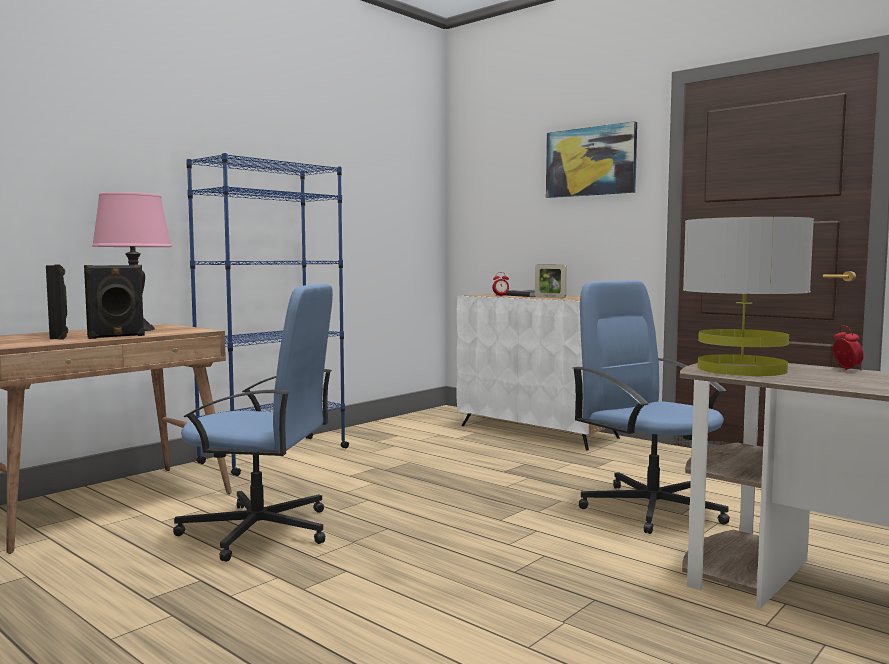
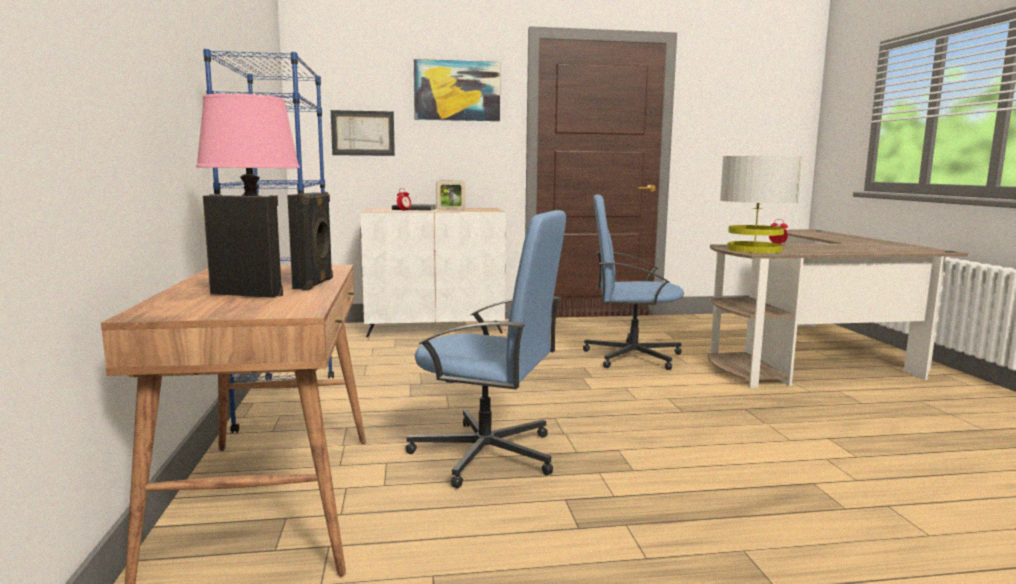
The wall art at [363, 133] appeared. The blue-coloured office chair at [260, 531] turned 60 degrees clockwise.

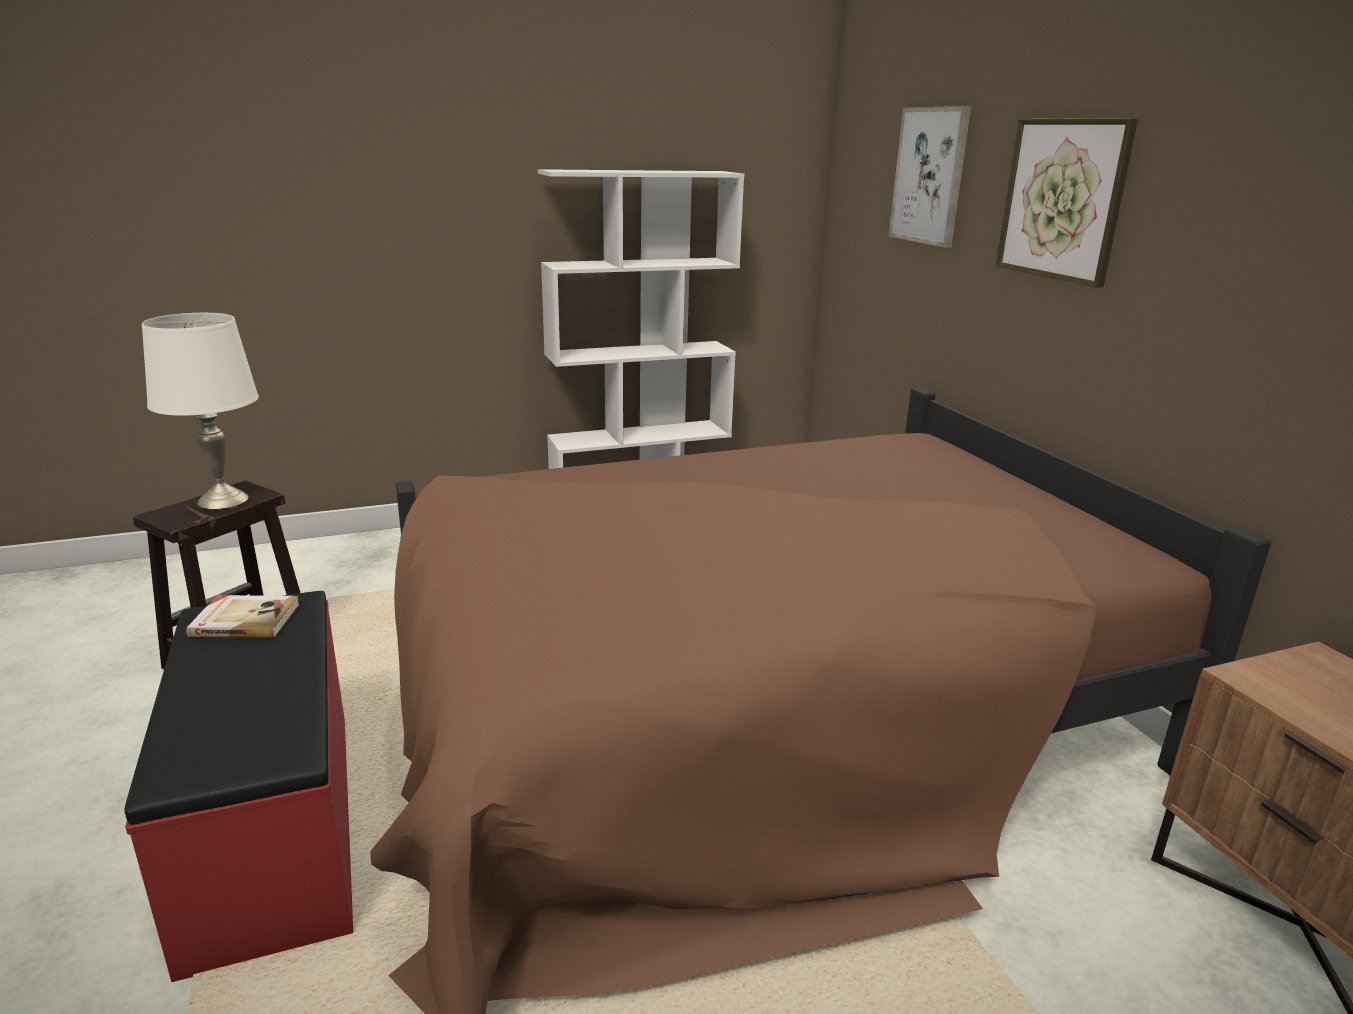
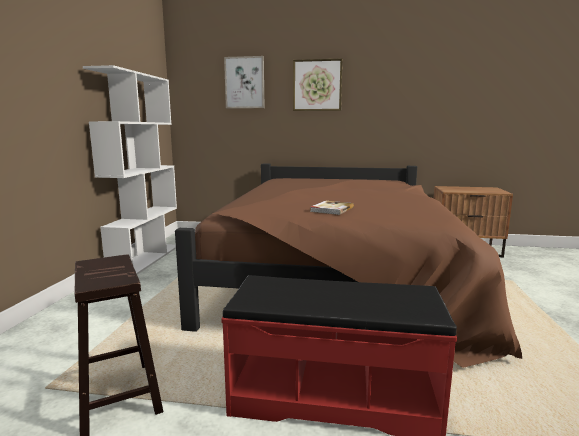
The book moved from [245, 619] to [331, 209]. The white tabletop lamp at [224, 500] disappeared.

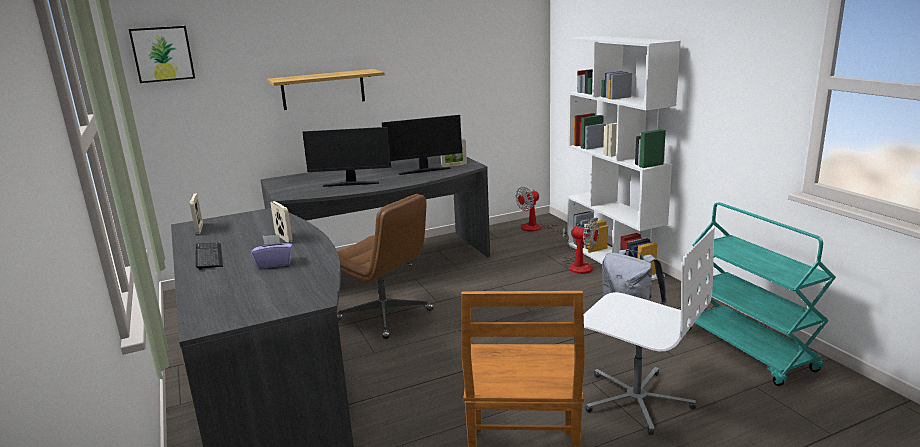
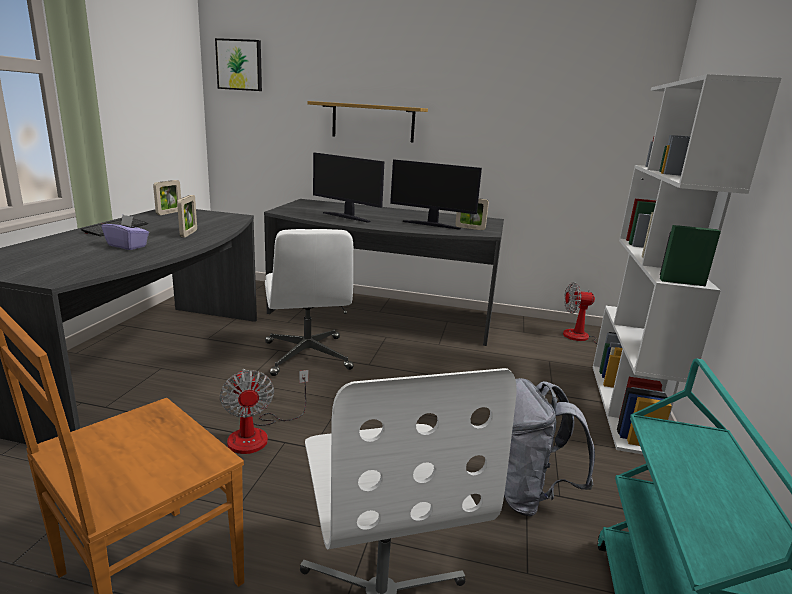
The cooling fan moved from [578, 265] to [259, 434]. The brown office chair at [385, 316] became the white office chair at [308, 356].

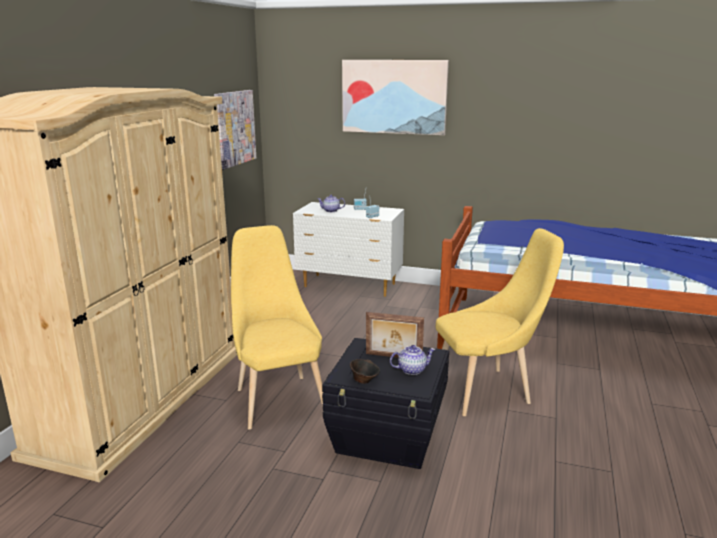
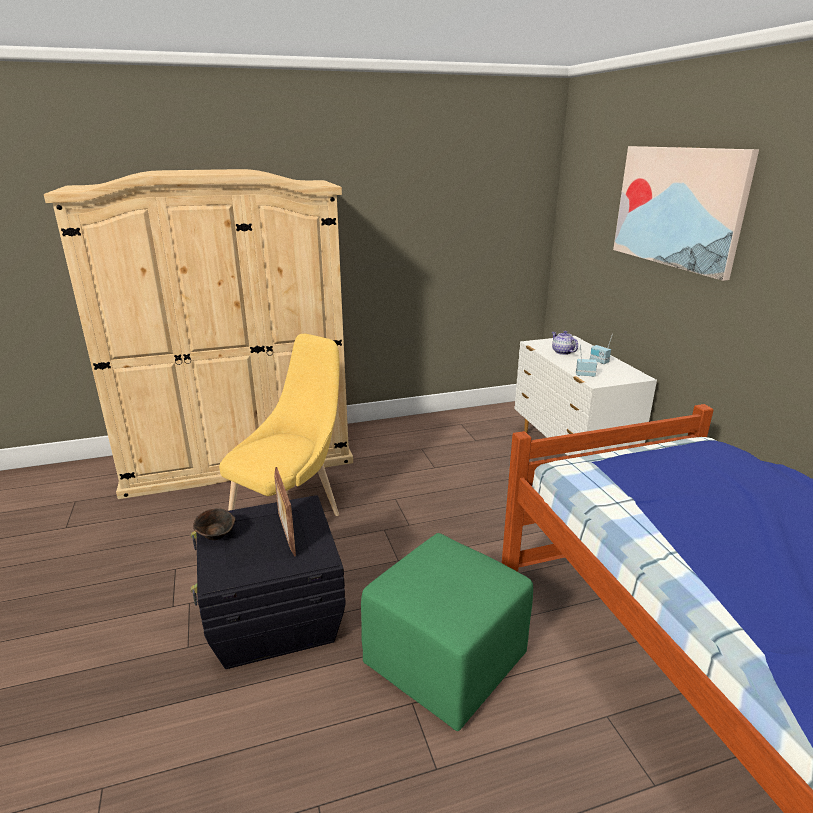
The yellow-coloured plain chair at [488, 390] was replaced by the greenish ottoman at [445, 663]. The wall art at [234, 128] disappeared. The tea pot at [412, 370] disappeared.

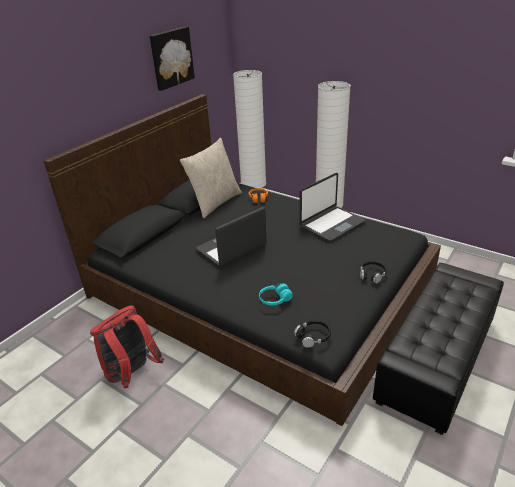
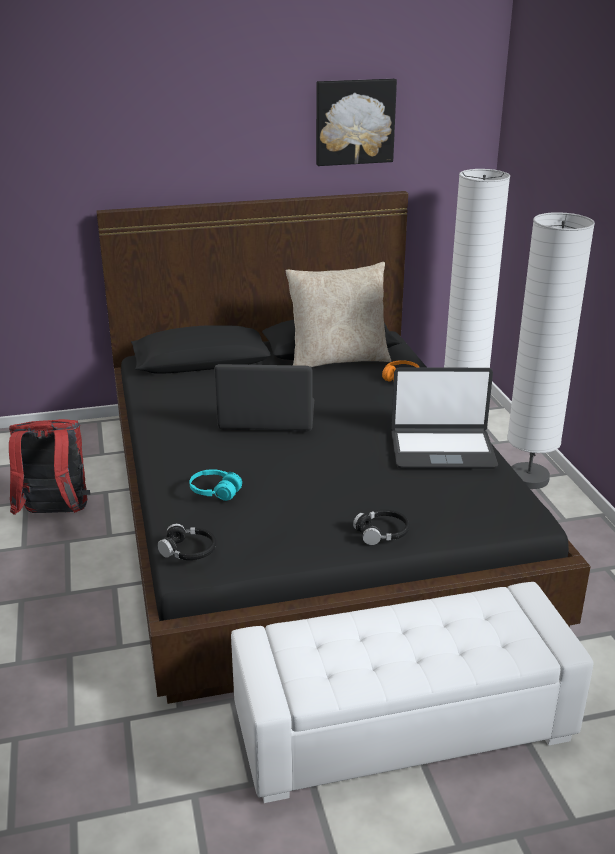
The black ottoman at [436, 359] became the white ottoman at [402, 725].

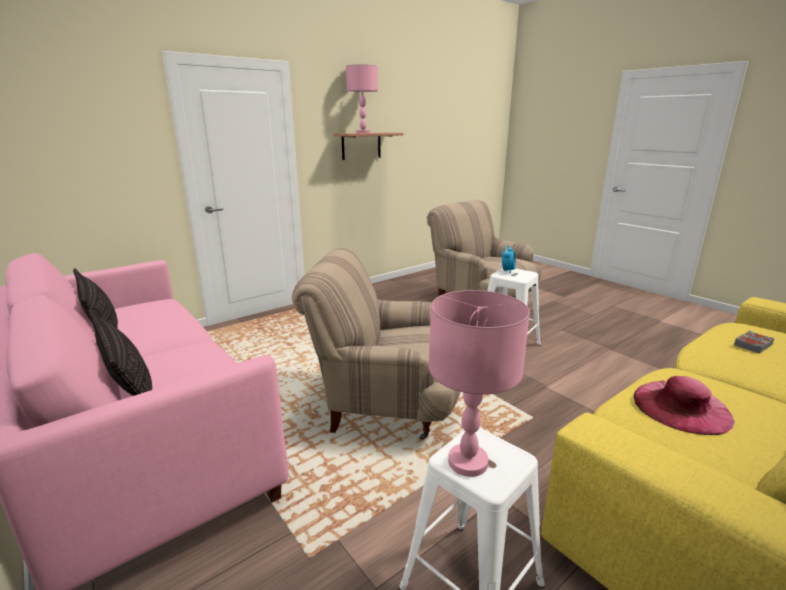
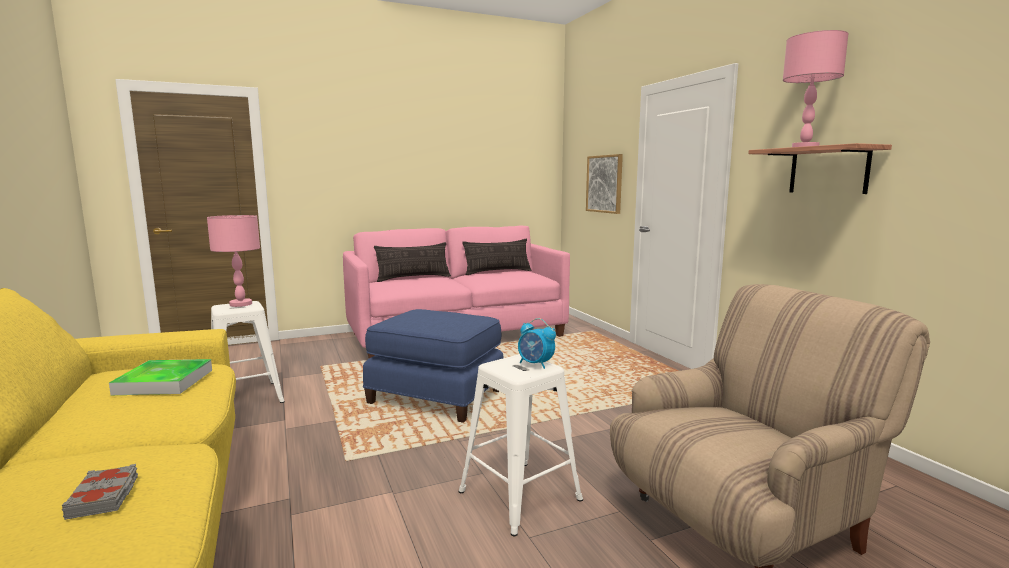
The pink-coloured wearable hat at [681, 406] was replaced by the carrying tray at [164, 382]. The beige lounge chair at [386, 405] was replaced by the blue-coloured ottoman at [437, 396]. The wall art at [604, 184] appeared.

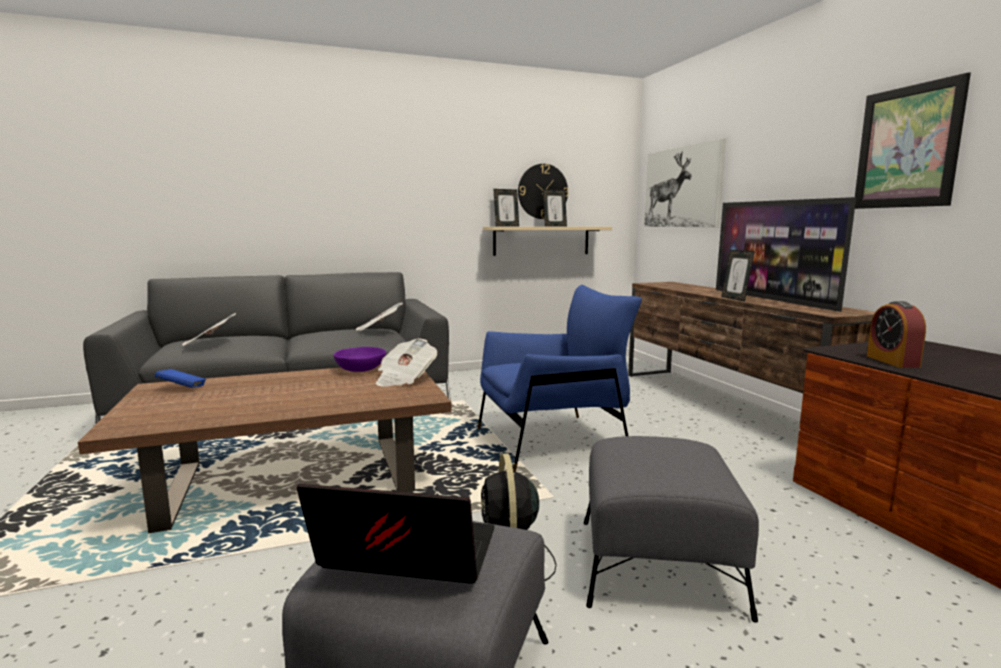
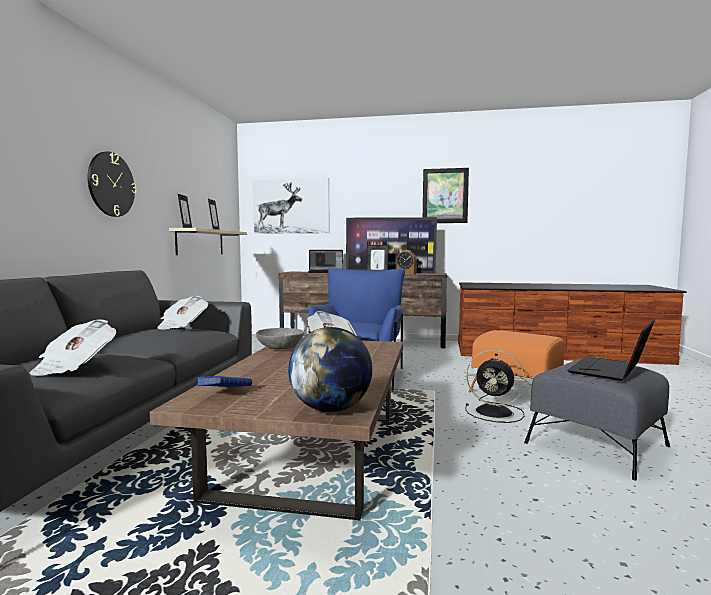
The clock on the wall moved from [542, 191] to [111, 184]. The purple-coloured deep dish at [361, 370] became the greyish deep dish at [280, 348]. The desk globe at [331, 409] appeared. The laptop at [326, 272] appeared. The alarm clock moved from [892, 361] to [406, 273]. The greyish ottoman at [657, 565] became the orange ottoman at [517, 390].

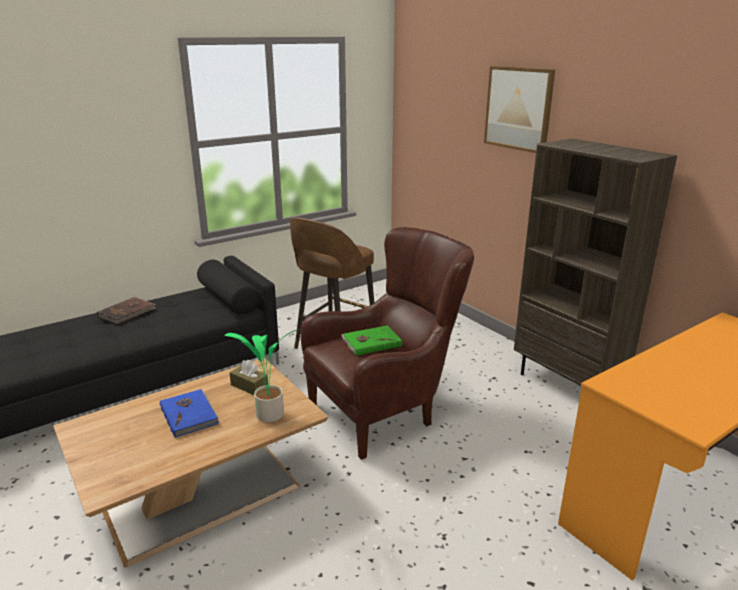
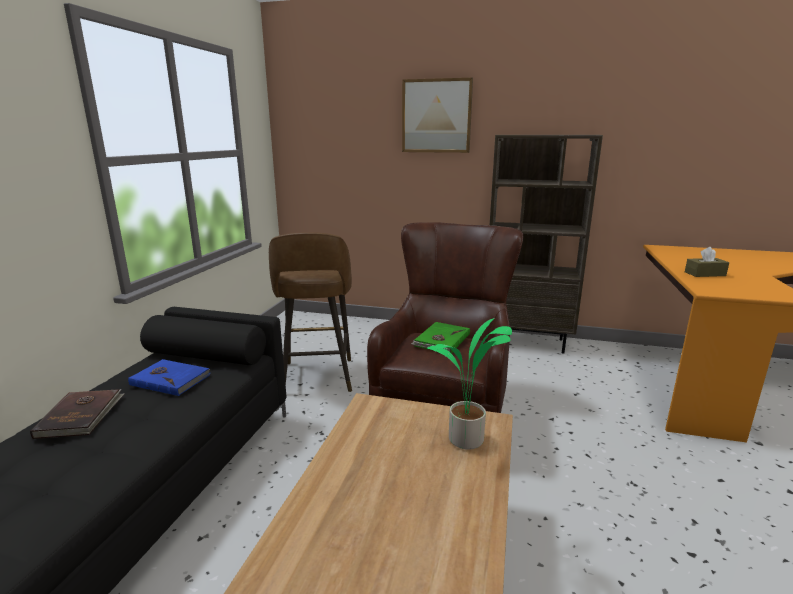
The blue-coloured book moved from [190, 414] to [171, 379]. The brown tissue holder moved from [249, 386] to [705, 274].

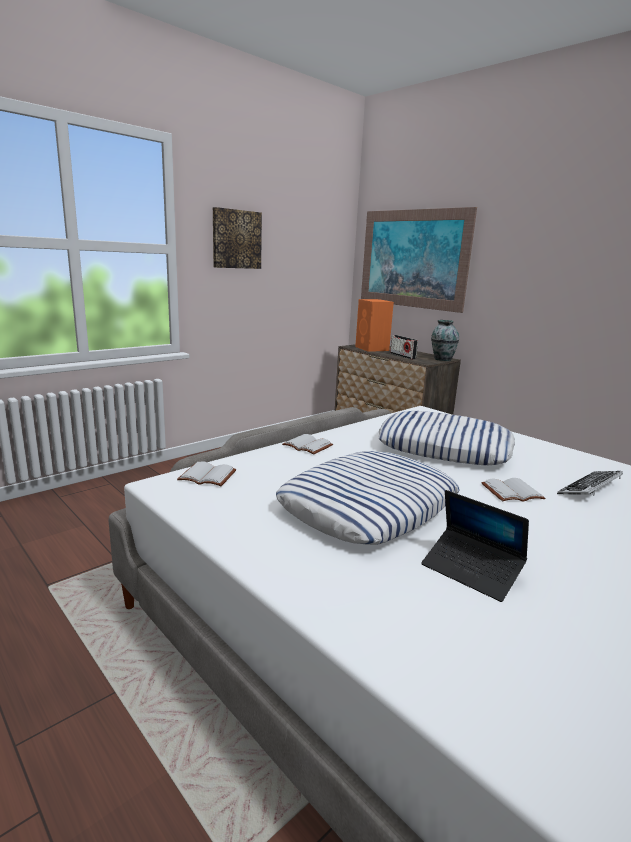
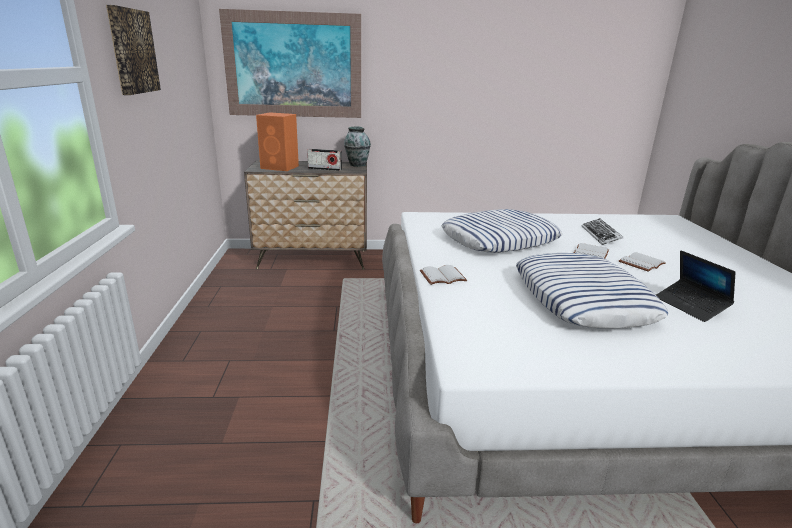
The white book moved from [208, 476] to [640, 263]. The laptop at [471, 571] turned 75 degrees clockwise.

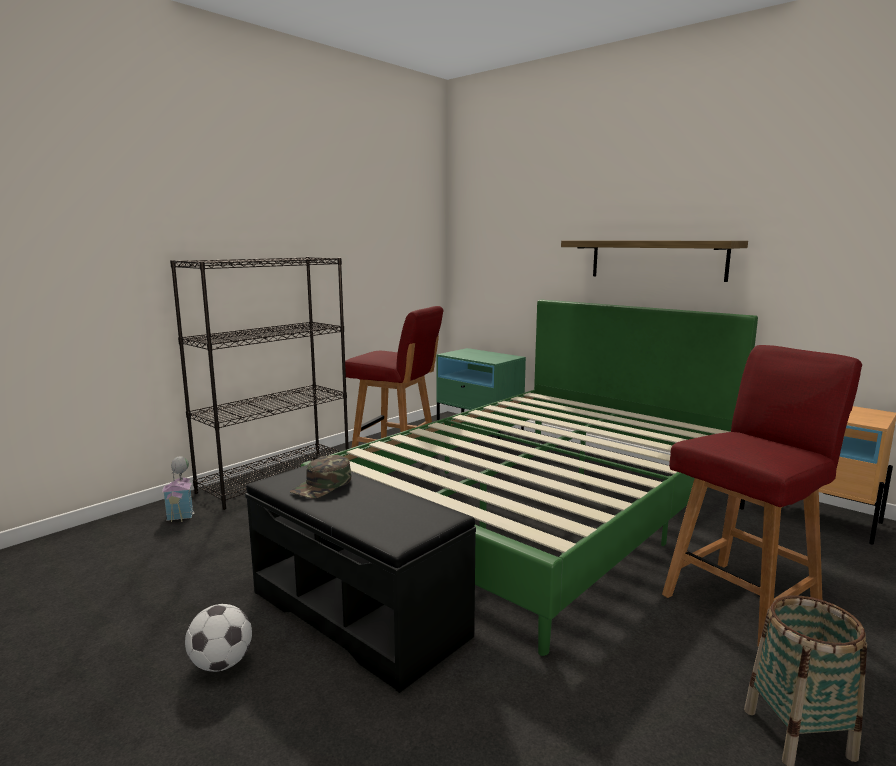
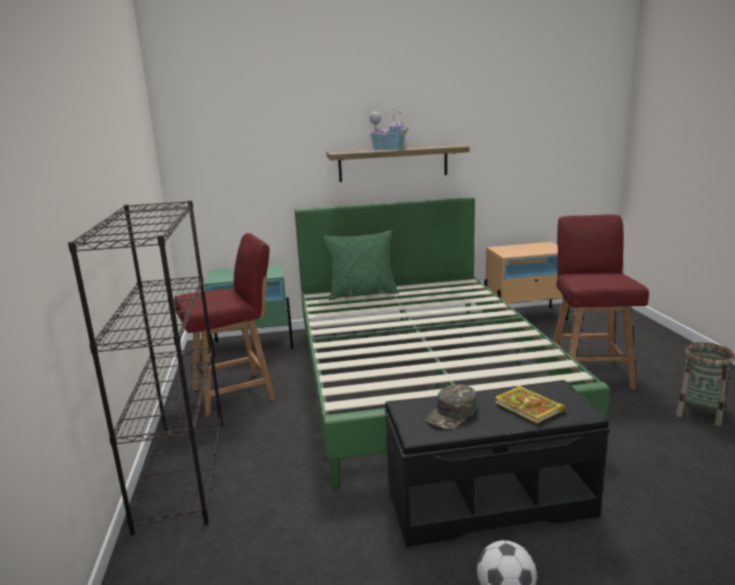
The greenish pillow at [362, 293] appeared. The model house moved from [182, 511] to [389, 148]. The greenish baseball cap at [322, 485] turned 60 degrees clockwise. The book at [530, 407] appeared.

